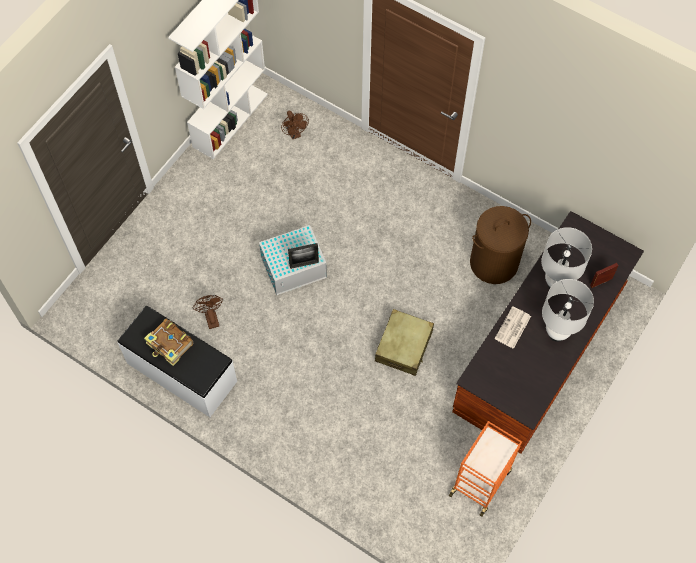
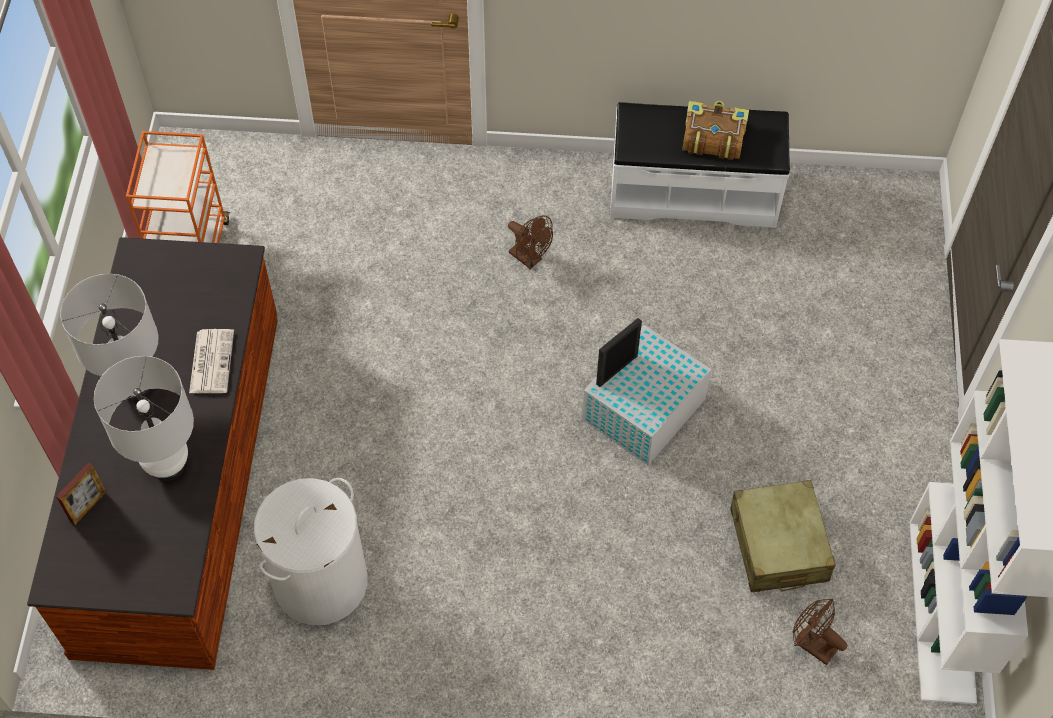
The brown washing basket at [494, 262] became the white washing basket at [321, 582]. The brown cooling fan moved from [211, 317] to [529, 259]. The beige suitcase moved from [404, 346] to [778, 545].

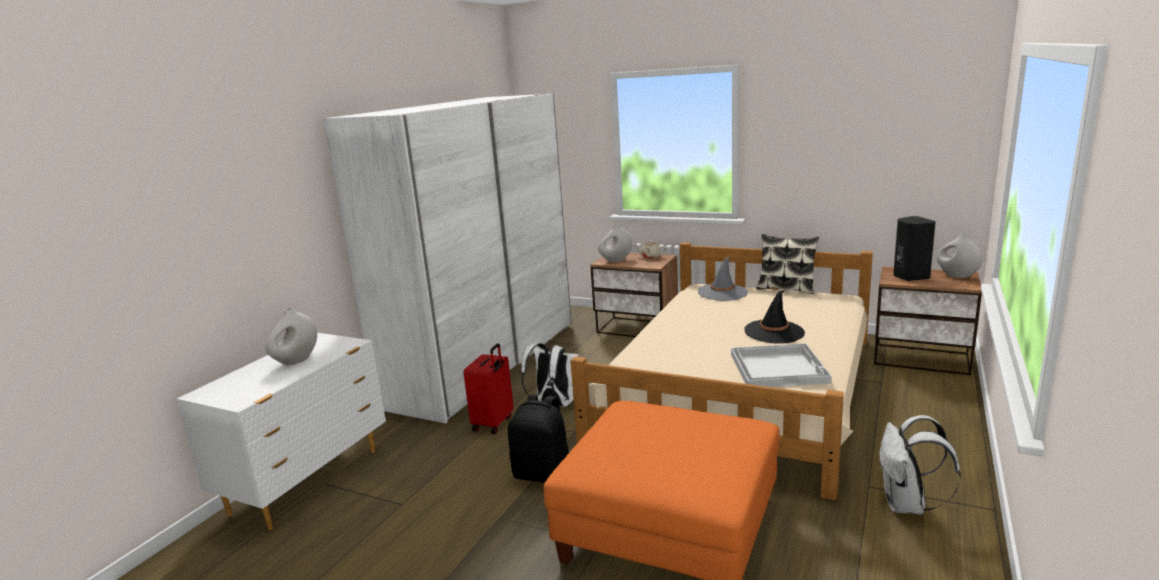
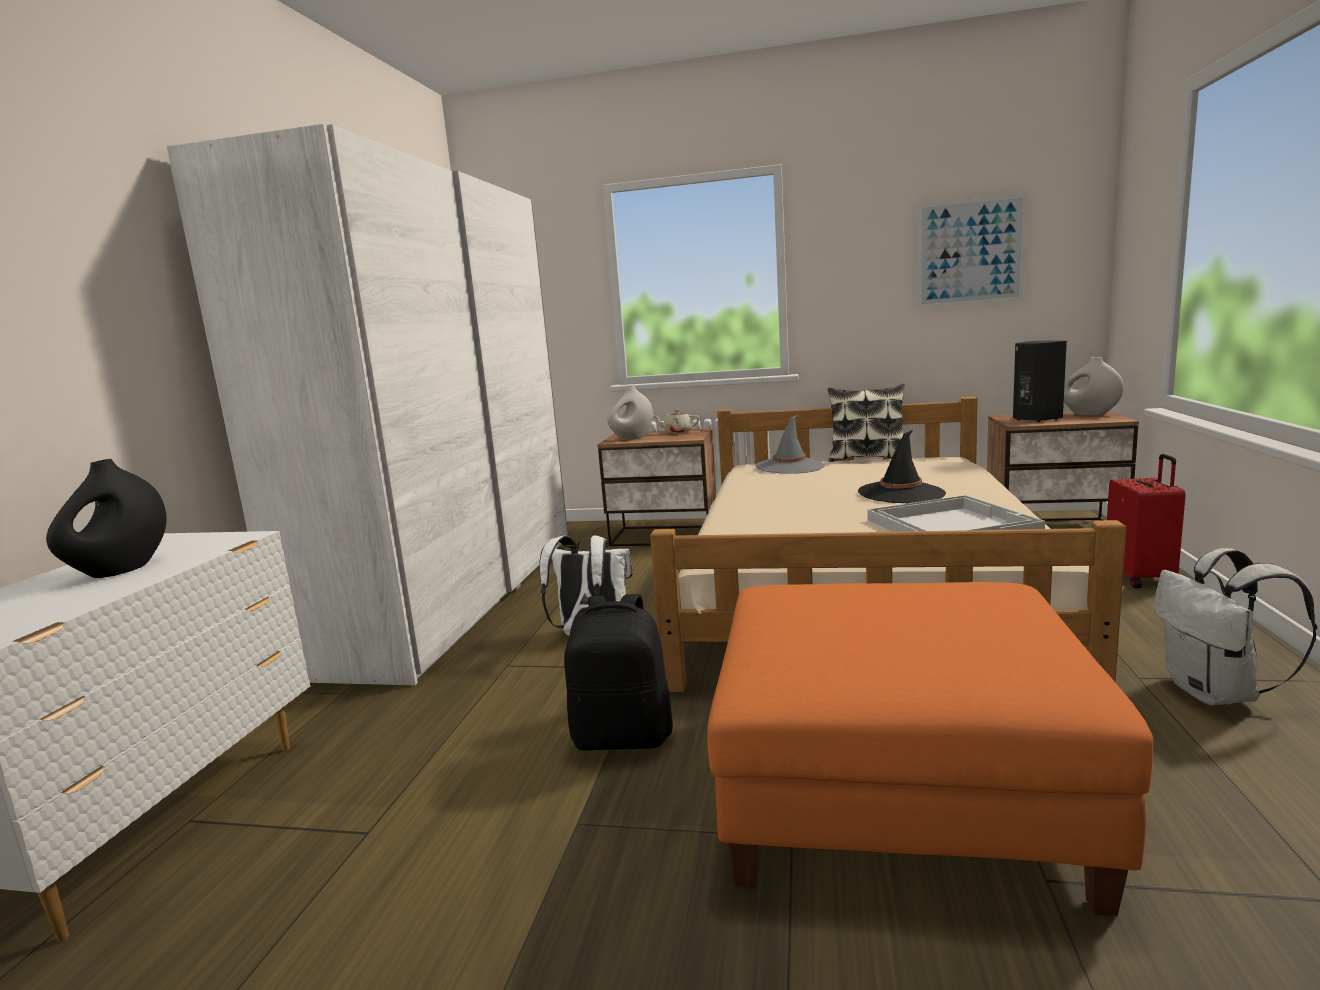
The white decorative vase at [296, 361] became the black decorative vase at [121, 570]. The wall art at [970, 252] appeared. The red-coloured suitcase moved from [494, 423] to [1141, 578].

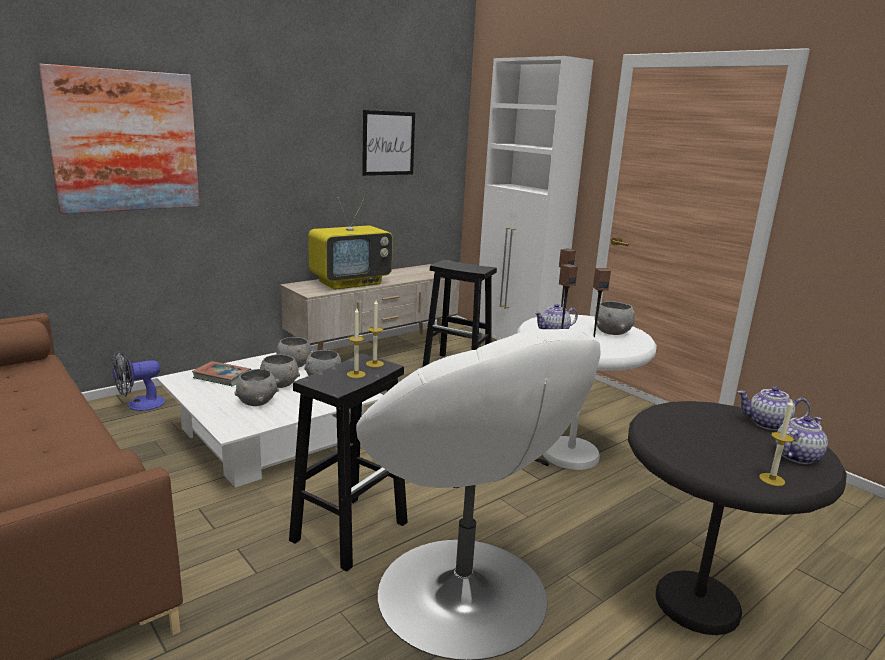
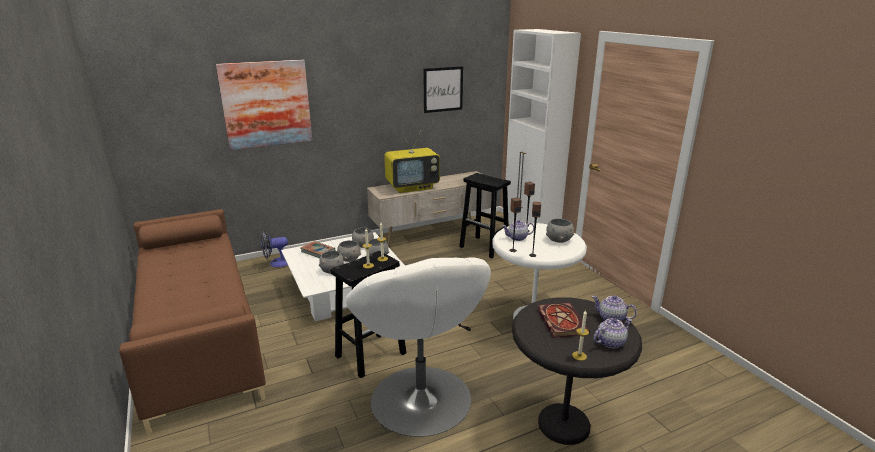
The book at [560, 321] appeared.

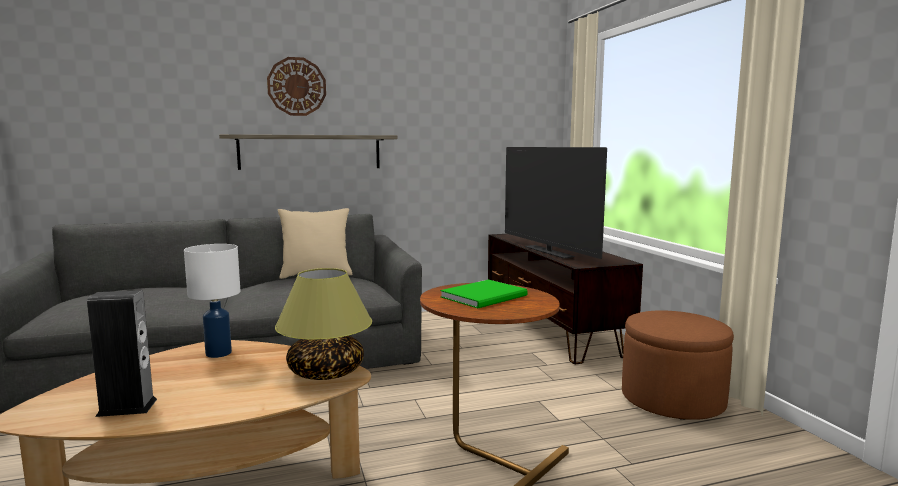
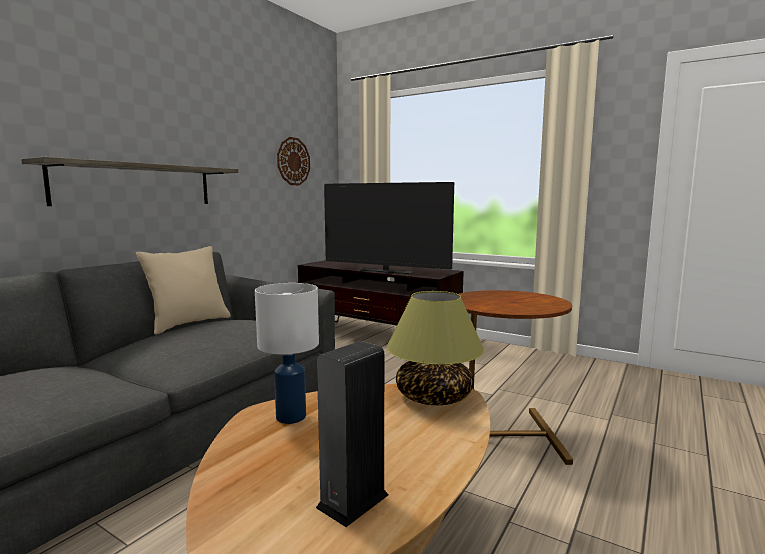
The clock on the wall moved from [297, 86] to [293, 161]. The greenish book at [487, 296] disappeared. The brown ottoman at [672, 399] disappeared.

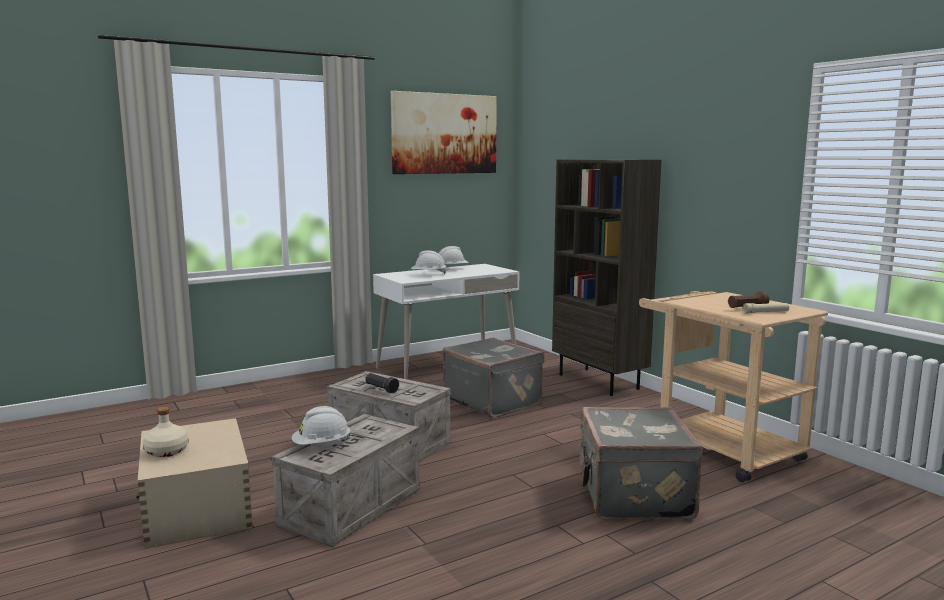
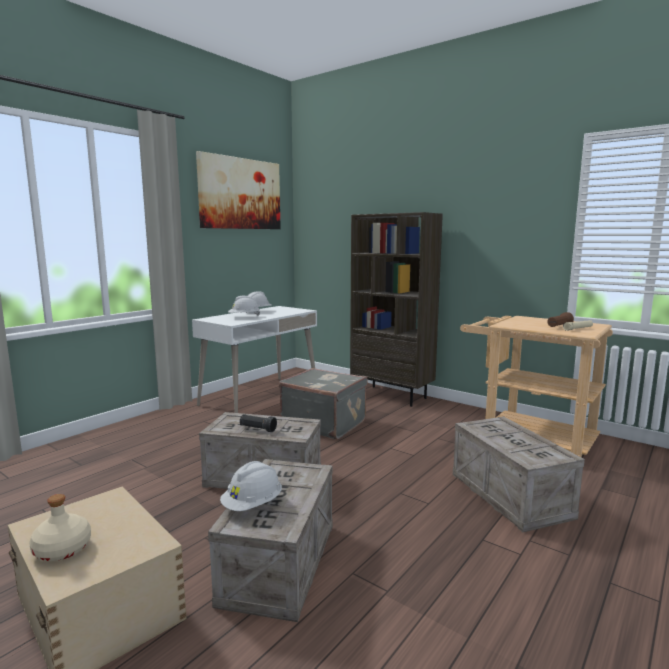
The greyish suitcase at [632, 496] was replaced by the crate at [511, 495].

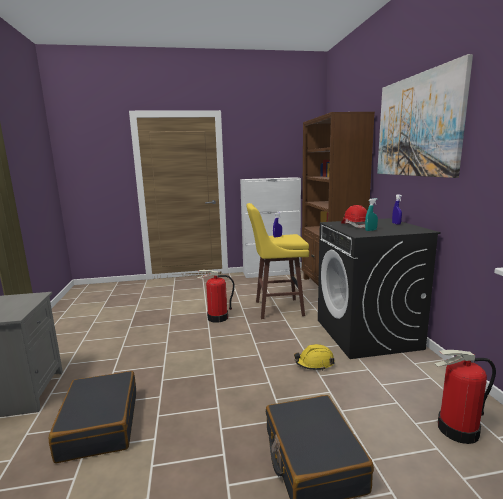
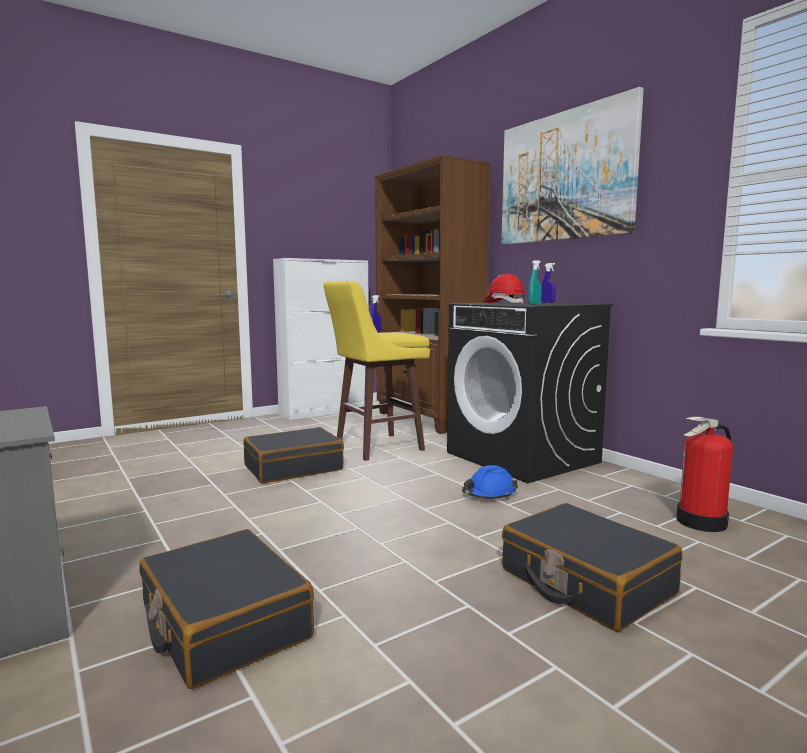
The fire-fighting cylinder at [217, 318] was replaced by the black suitcase at [293, 468]. The yellow-coloured work helmet at [314, 363] became the blue-coloured work helmet at [489, 494].

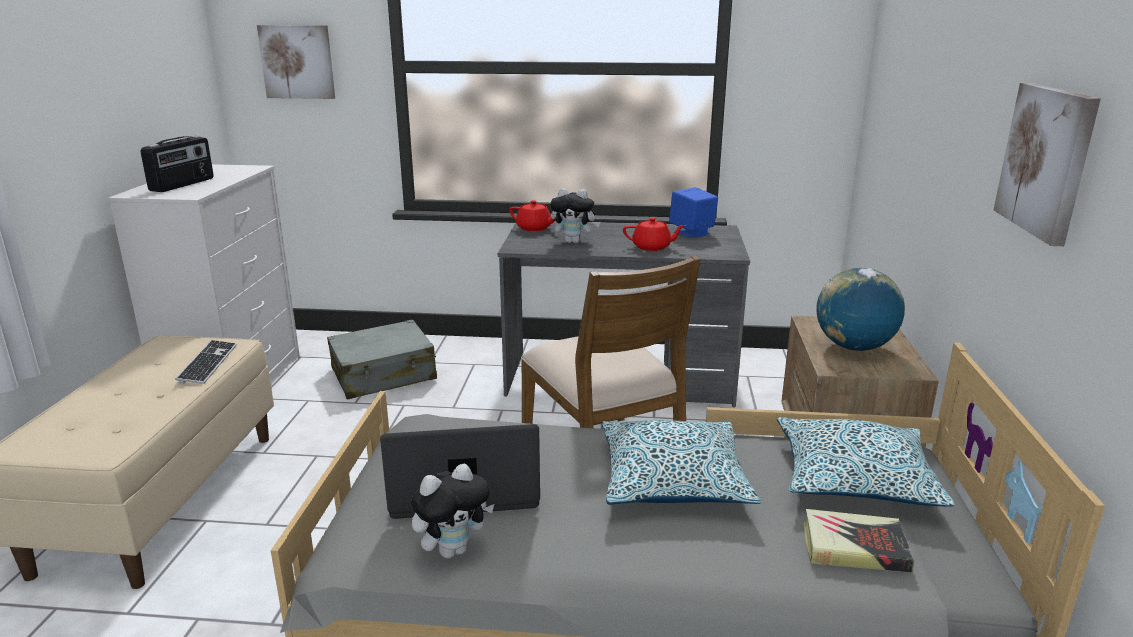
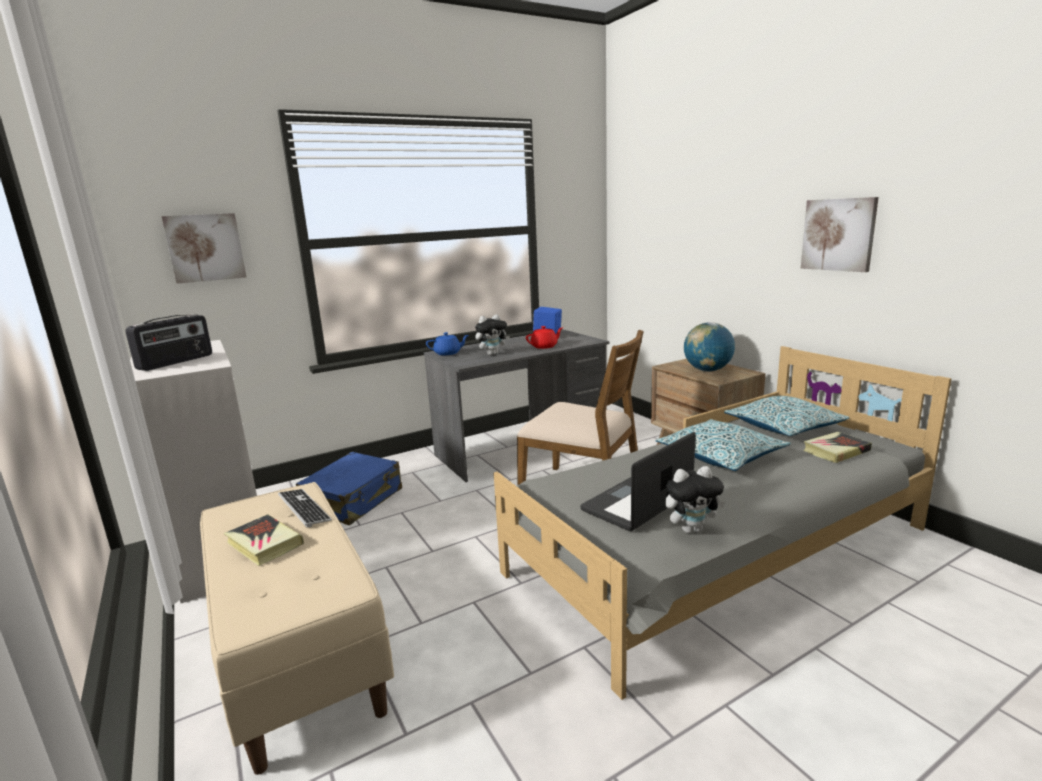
The radio set at [183, 185] turned 45 degrees clockwise. The book at [264, 544] appeared. The greyish suitcase at [384, 375] became the blue-coloured suitcase at [353, 500]. The red-coloured tea pot at [534, 228] became the blue-coloured tea pot at [448, 353]. The soft toy at [453, 550] turned 60 degrees clockwise.

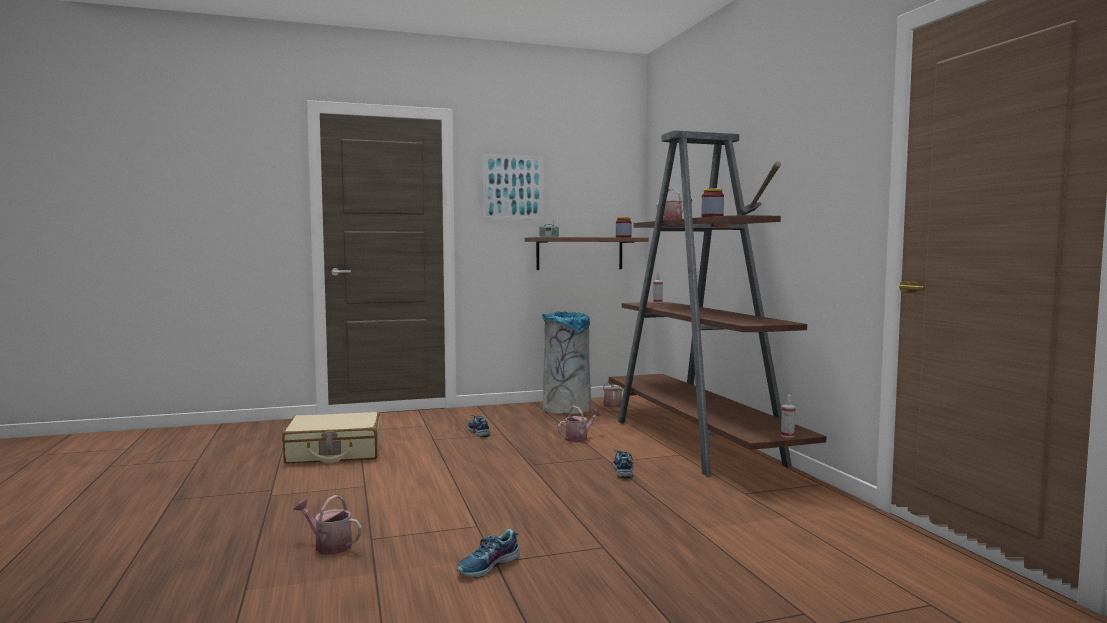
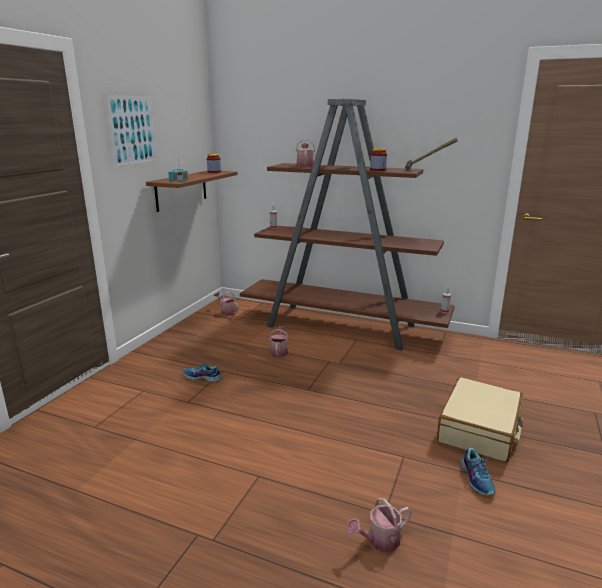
The beige suitcase moved from [334, 452] to [479, 430]. The greyish waste bin at [566, 410] disappeared. The shoe at [622, 470] disappeared.

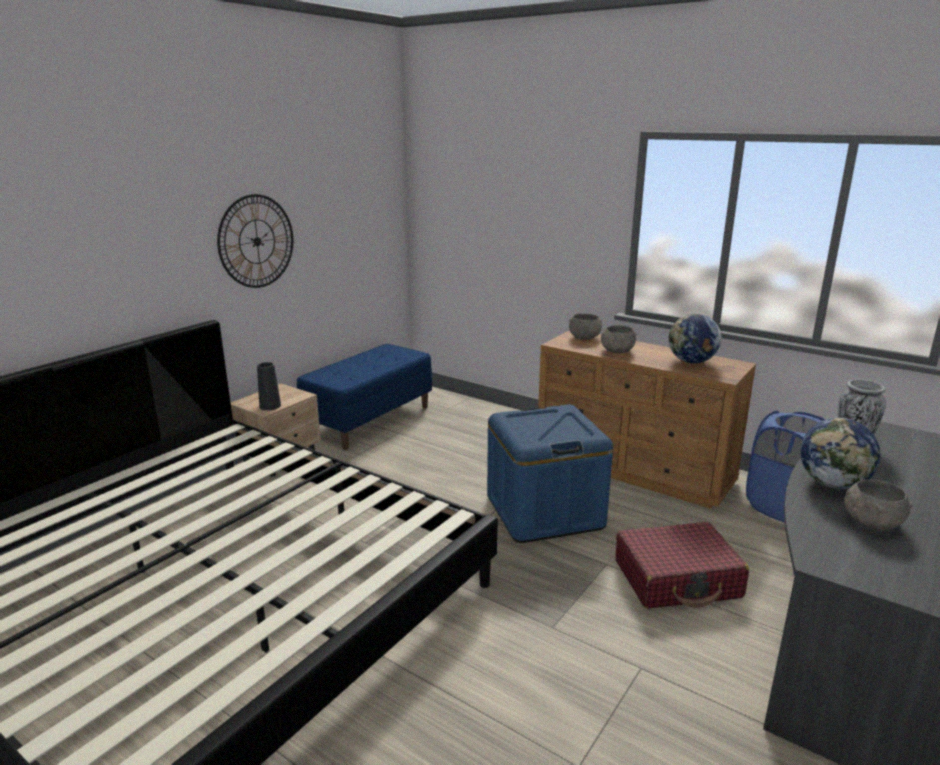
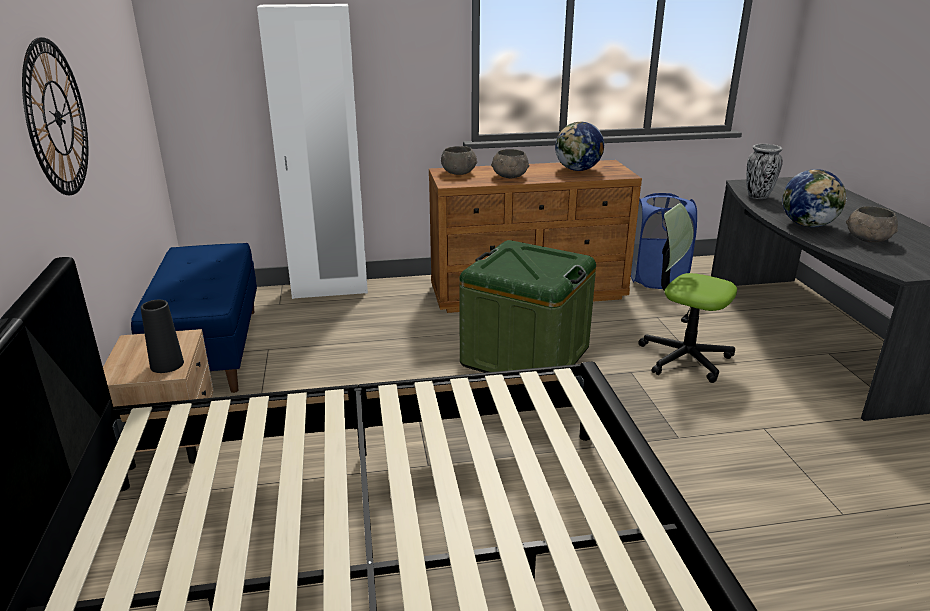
The white clothes cupboard at [330, 290] appeared. The blue-coloured storage box at [544, 511] became the greenish storage box at [525, 356]. The red-coloured suitcase at [677, 579] was replaced by the office chair at [684, 358].

